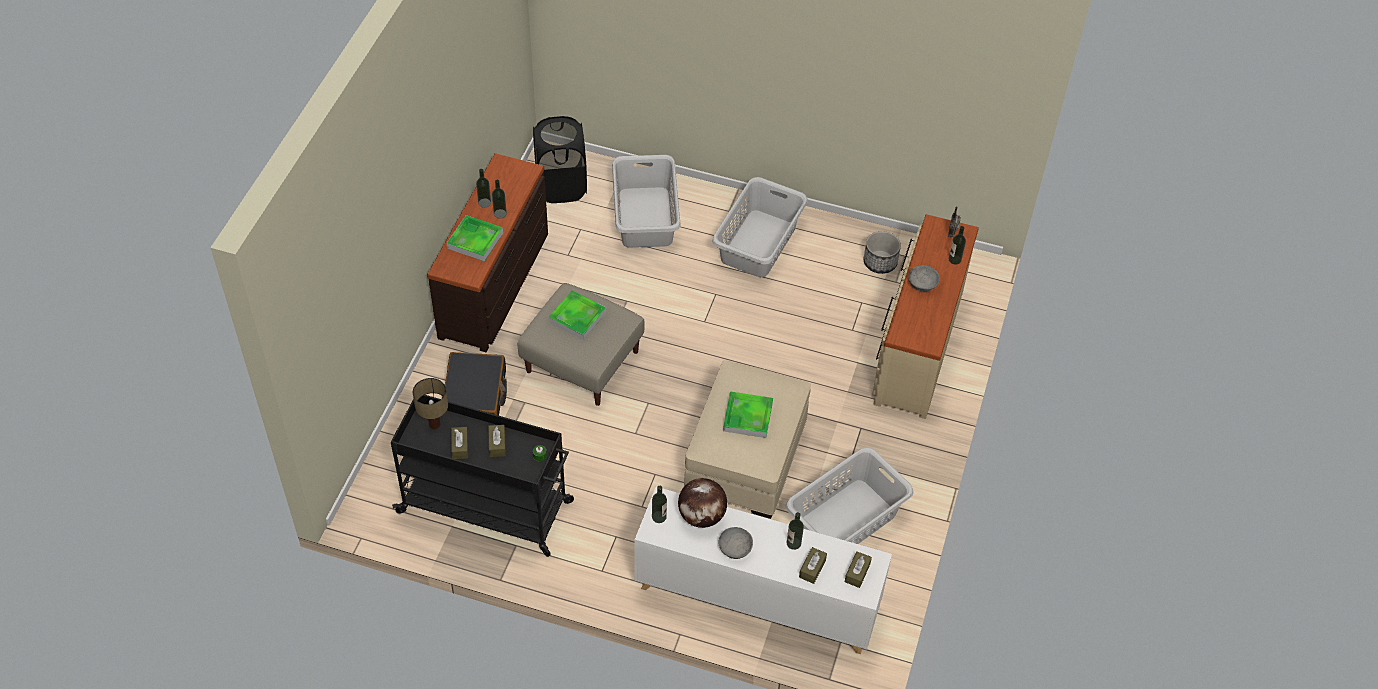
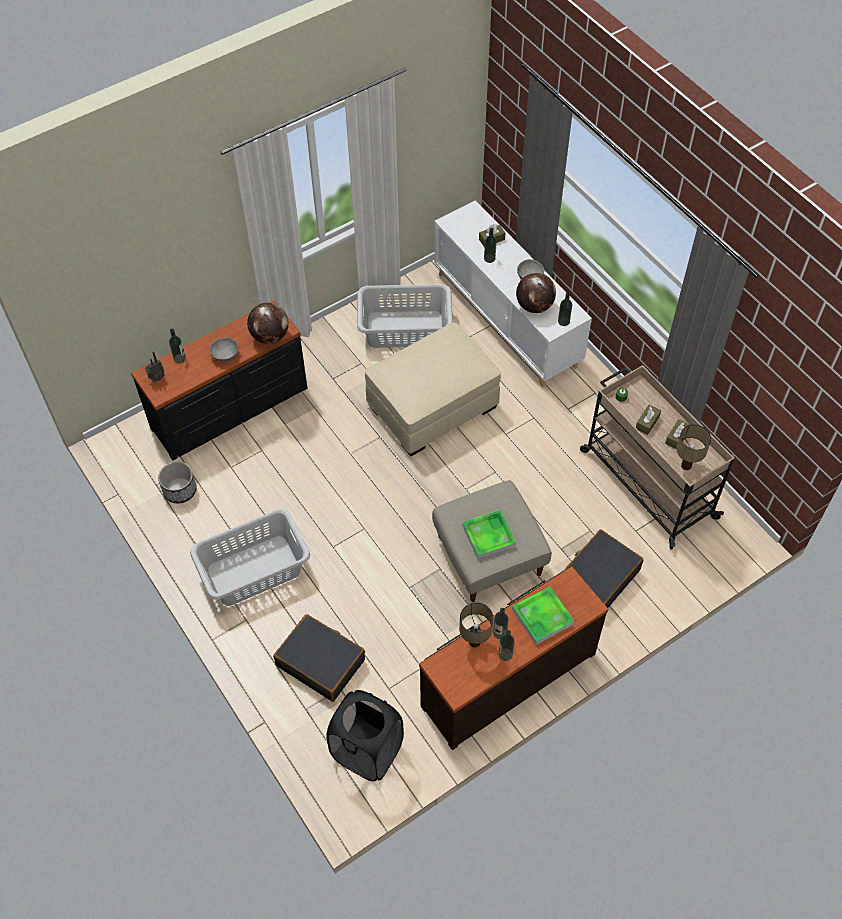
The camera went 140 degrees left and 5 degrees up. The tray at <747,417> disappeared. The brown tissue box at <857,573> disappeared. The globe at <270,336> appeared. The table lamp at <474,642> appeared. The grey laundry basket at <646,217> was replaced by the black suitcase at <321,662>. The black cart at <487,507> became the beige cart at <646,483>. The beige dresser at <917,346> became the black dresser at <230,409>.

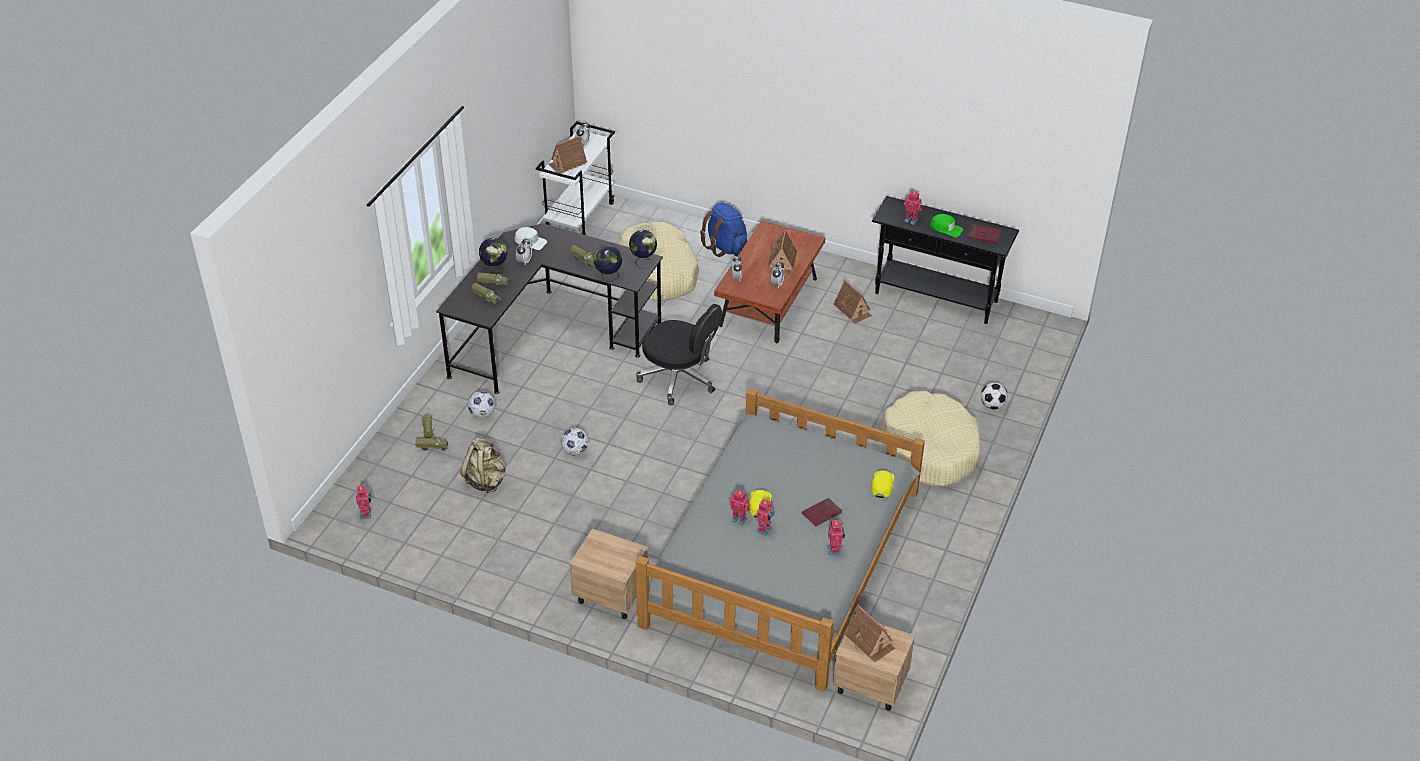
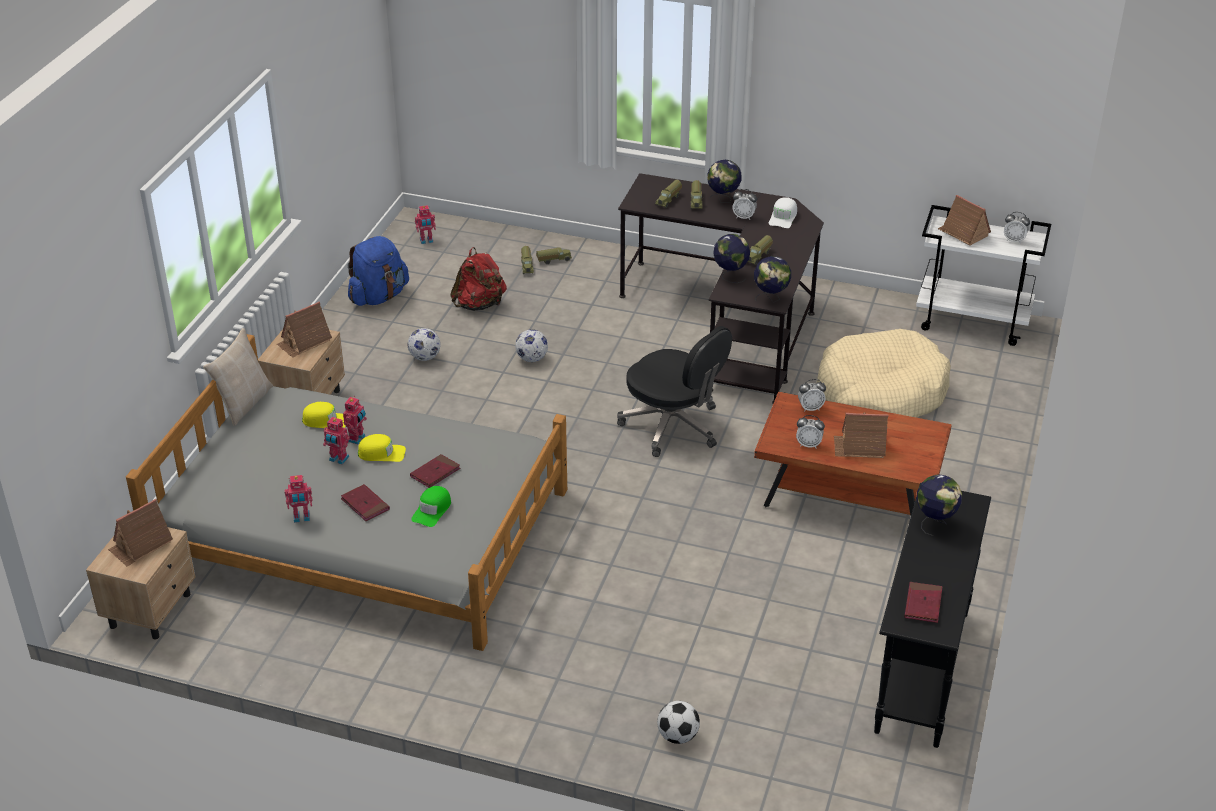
The camera went 85 degrees right and 5 degrees down. The beige dog bed at <930,449> disappeared. The beige pillow at <244,403> appeared. The red book at <435,473> appeared. The football moved from <482,414> to <425,357>. The blue backpack moved from <725,247> to <379,296>. The toy house moved from <853,310> to <304,342>. The yellow cap moved from <882,484> to <325,421>. The green cap moved from <946,228> to <432,510>. The toy robot at <911,220> was replaced by the globe at <935,523>. The beige backpack at <486,480> became the red backpack at <479,305>. The black office chair at <679,378> turned 75 degrees counterclockwise.

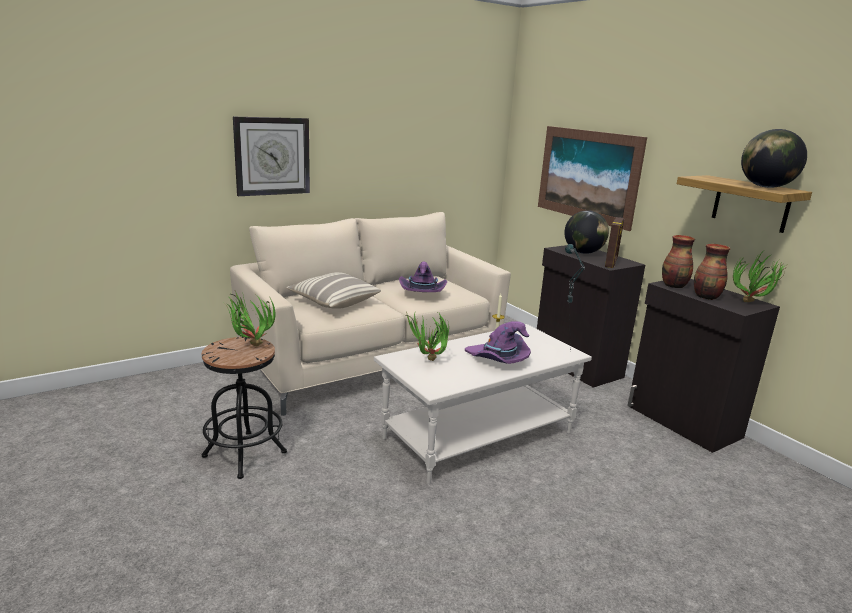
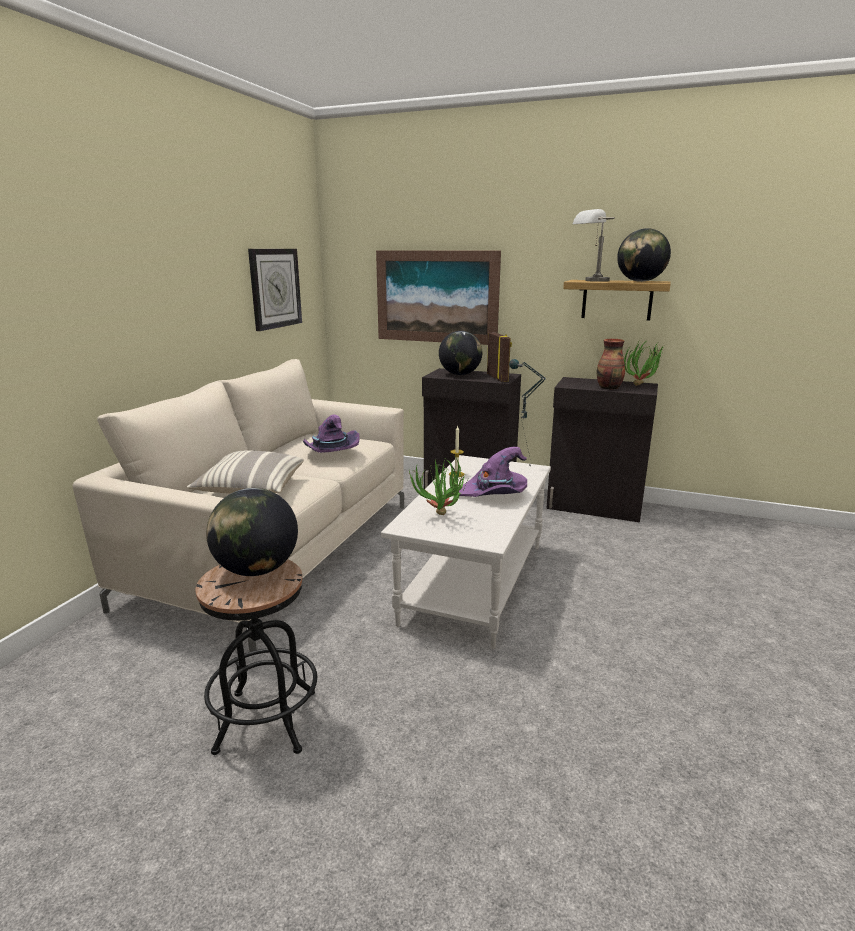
The camera went 35 degrees left and 0 degrees up. The vase at <674,286> disappeared. The grey table lamp at <590,281> appeared. The wall clock moved from <272,156> to <275,288>. The potted plant at <250,346> was replaced by the globe at <257,570>.

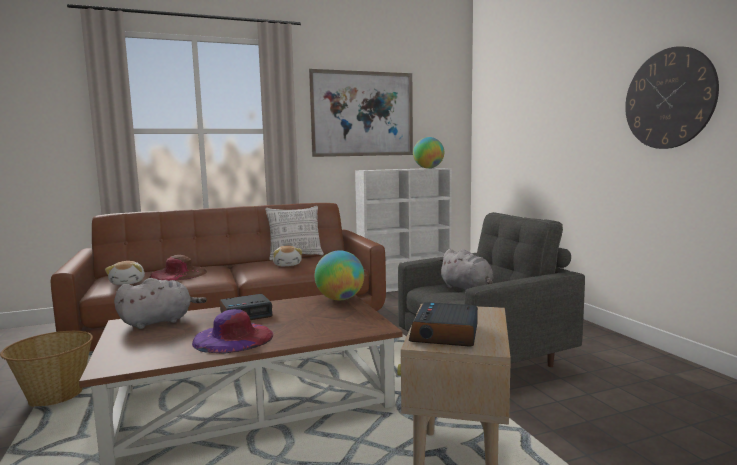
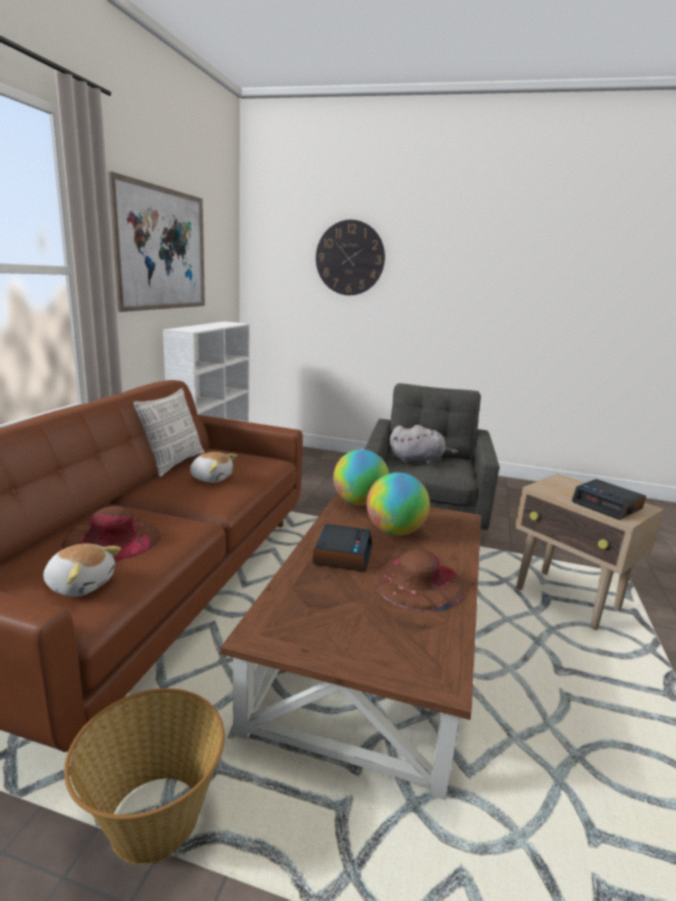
The camera went 55 degrees left and 10 degrees up. The grey plush toy at <159,321> disappeared. The globe moved from <428,168> to <394,531>. The wall clock moved from <669,99> to <350,258>. The purple hat at <233,338> became the brown hat at <418,582>.

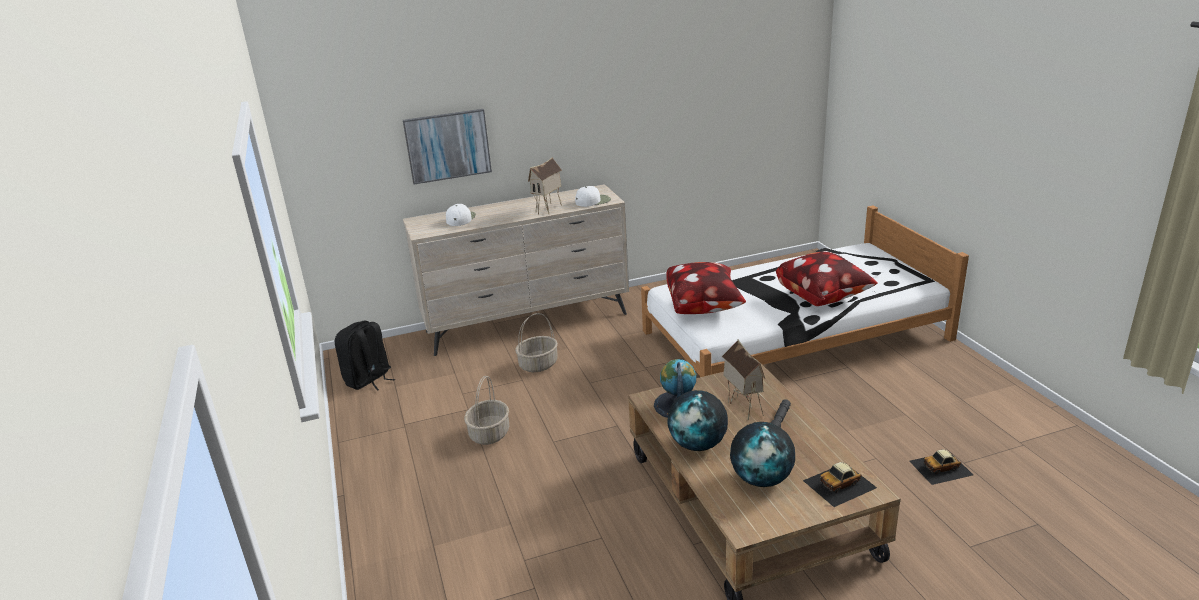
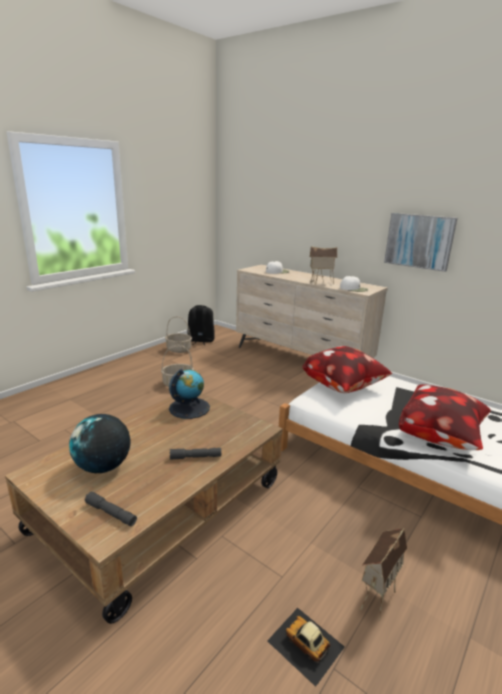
The camera went 55 degrees right and 5 degrees down. The globe at <698,445> disappeared. The picture moved from <447,146> to <419,241>. The basket moved from <538,365> to <178,349>. The toy house moved from <742,407> to <376,595>. The toy car at <840,484> was replaced by the grey flashlight at <111,513>.

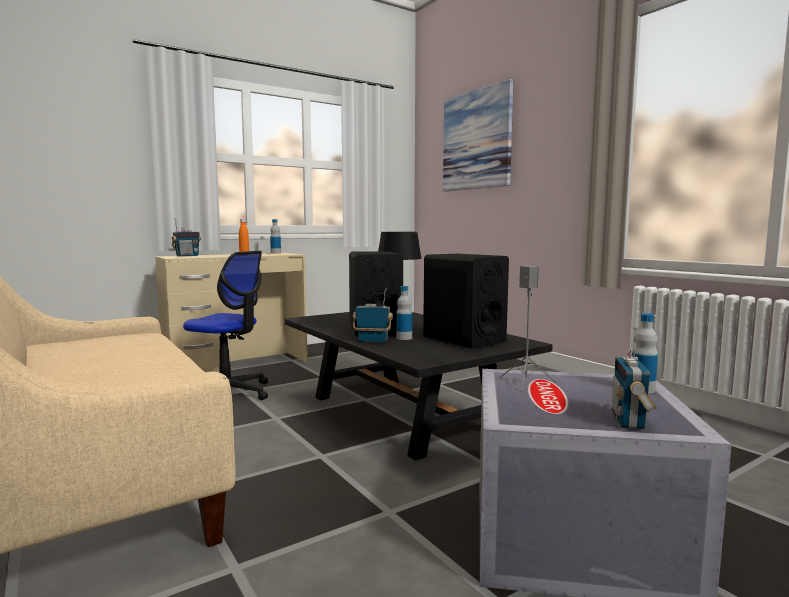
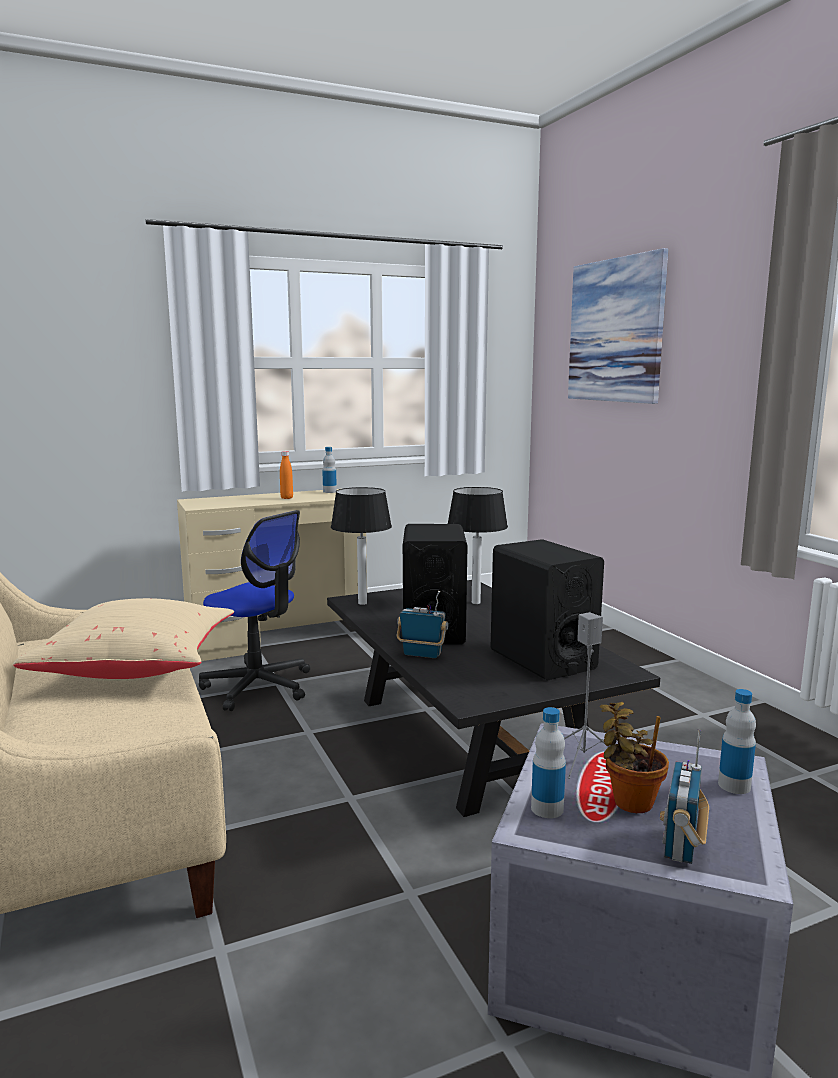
The camera went 10 degrees right and 5 degrees up. The radio at <187,256> disappeared. The beige pillow at <138,667> appeared. The table lamp at <362,603> appeared. The potted plant at <629,800> appeared. The bottle moved from <404,338> to <547,808>.

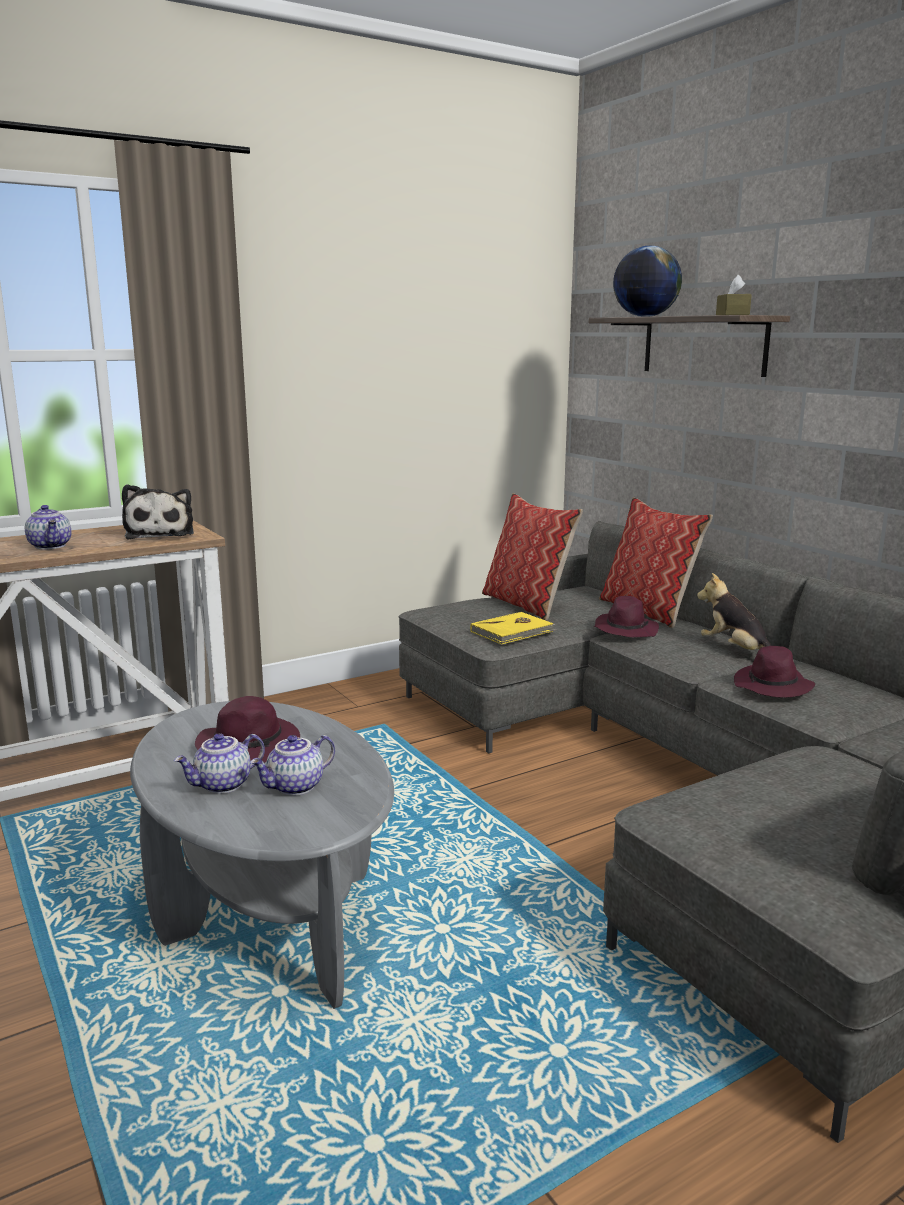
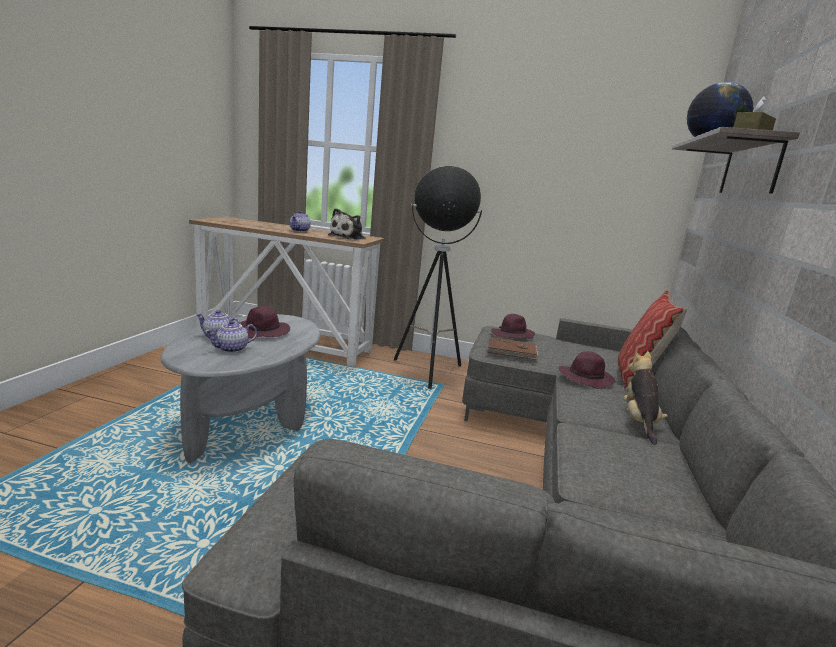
The camera went 45 degrees right and 0 degrees up. The pillow at <527,604> disappeared. The floor lamp at <428,372> appeared. The purple hat moved from <773,687> to <512,336>. The yellow book at <513,632> became the brown book at <512,351>. The teapot at <295,787> turned 45 degrees counterclockwise.

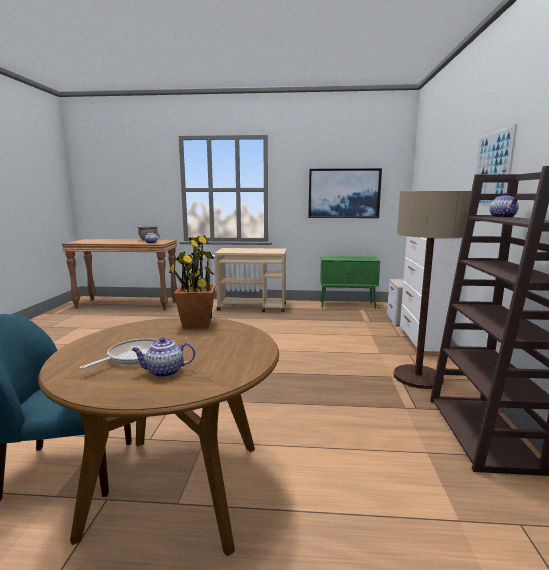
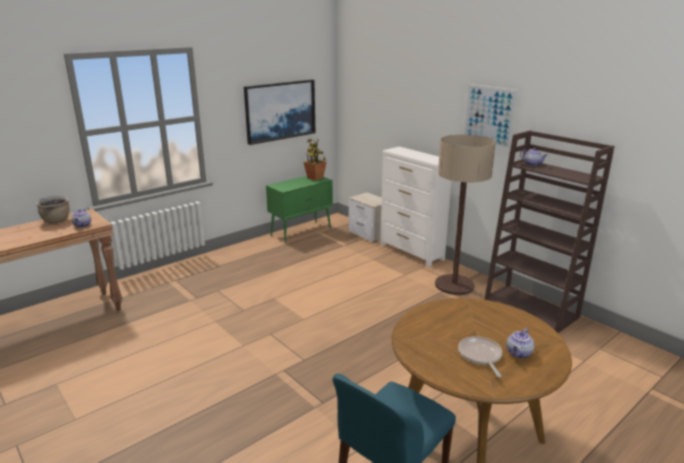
The camera went 45 degrees left and 10 degrees up. The beige cart at <253,307> disappeared. The potted plant moved from <197,324> to <315,178>.

